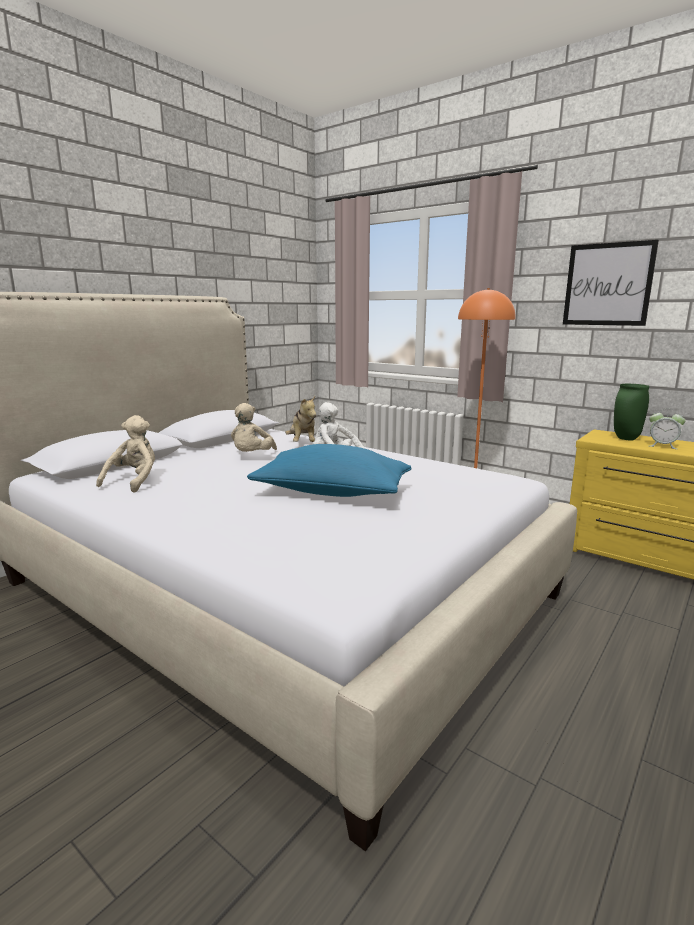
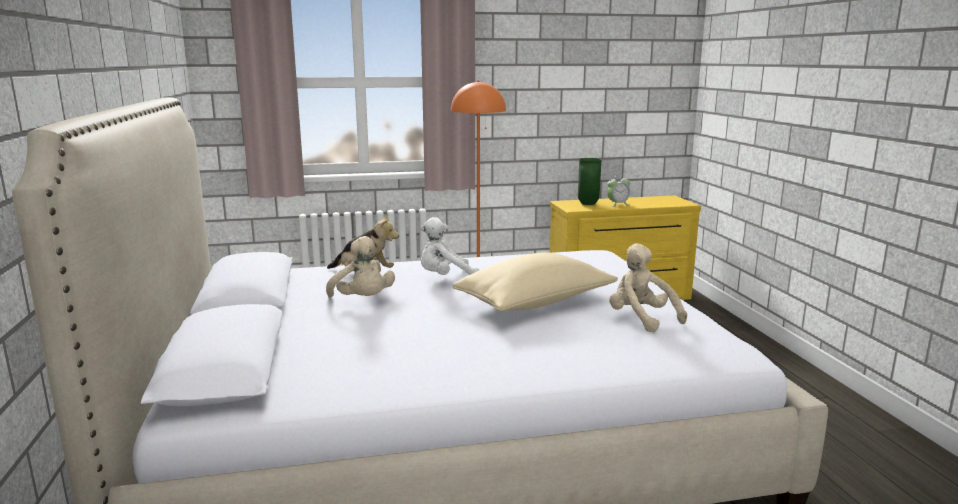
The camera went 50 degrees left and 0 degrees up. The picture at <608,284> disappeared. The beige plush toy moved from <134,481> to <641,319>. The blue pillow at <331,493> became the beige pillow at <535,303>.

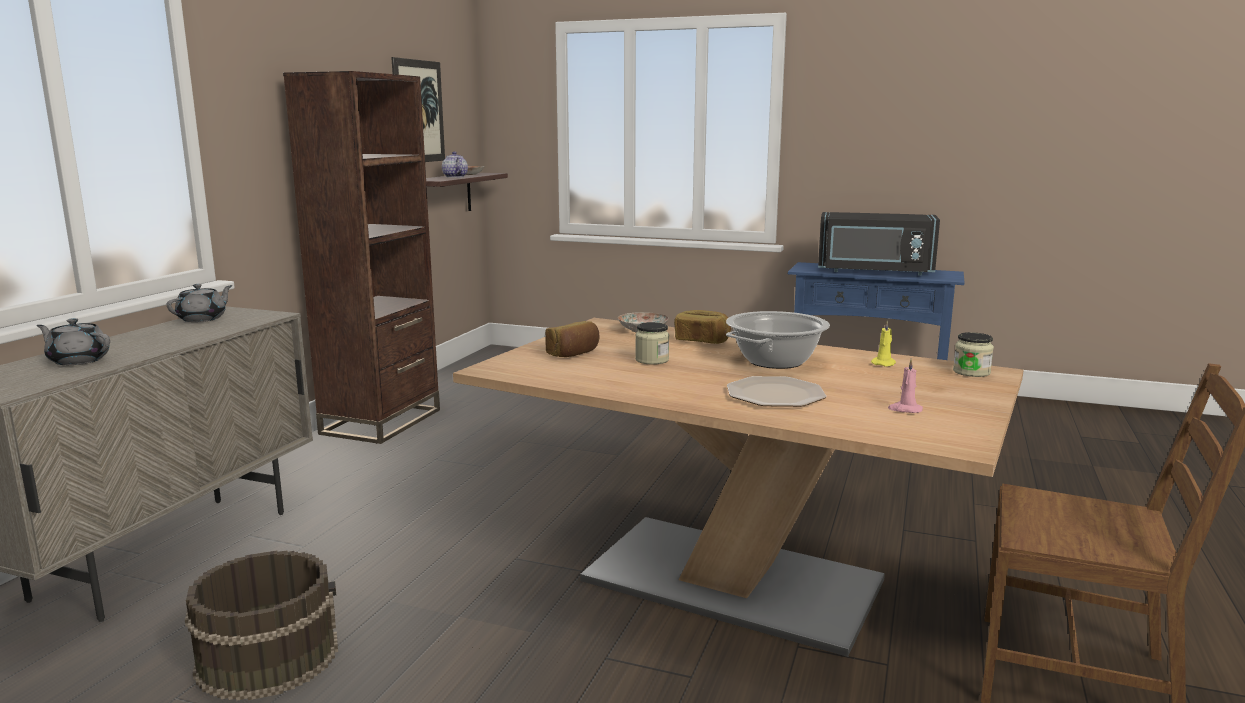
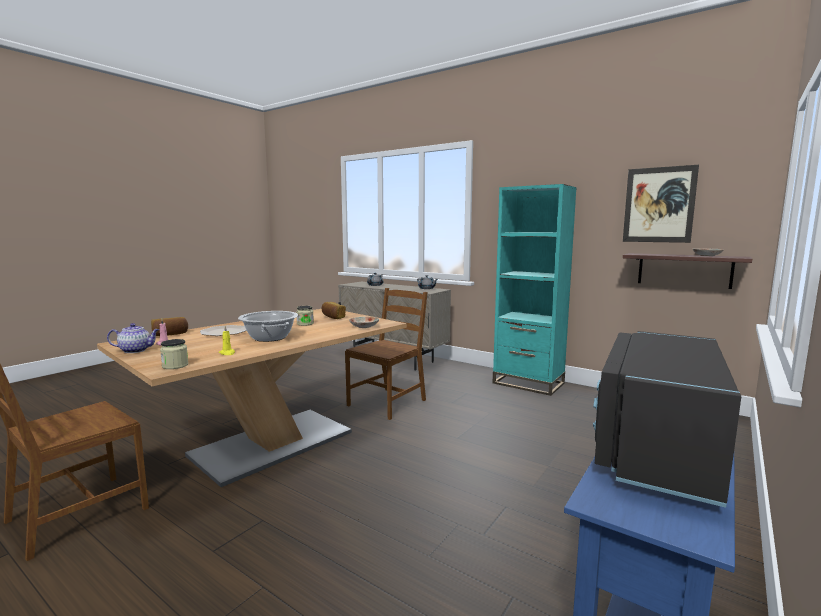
The camera went 105 degrees right and 5 degrees down. The brown bucket at <268,656> disappeared. The brown chair at <387,402> appeared. The teapot moved from <454,177> to <136,350>. The bread moved from <702,341> to <170,334>. The brown bookcase at <382,422> became the turquoise bookcase at <528,383>.

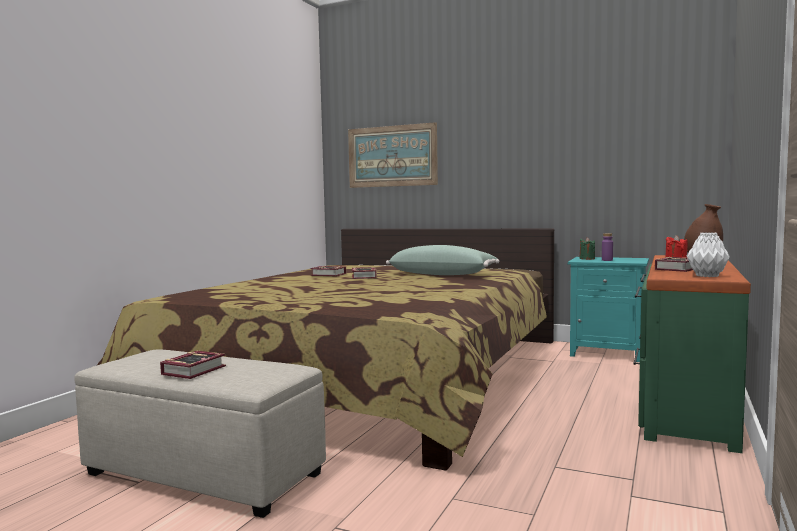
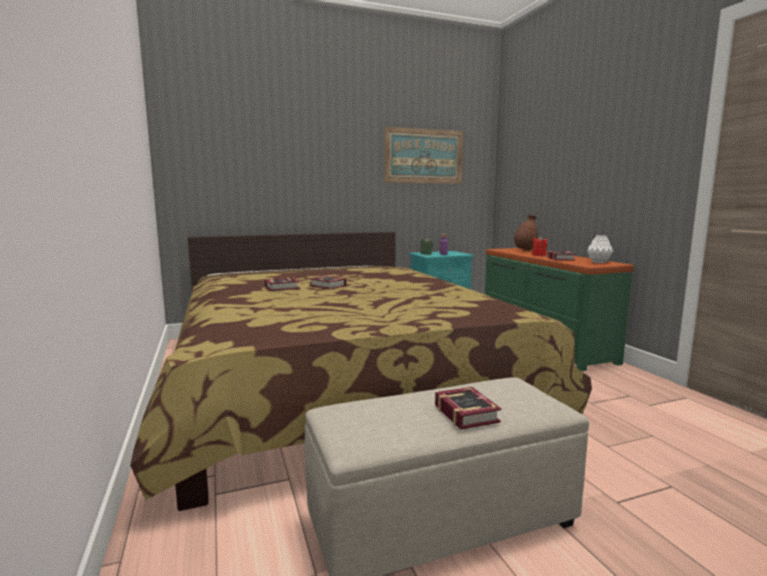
The camera went 45 degrees left and 5 degrees up. The green pillow at <443,274> disappeared. The picture moved from <392,156> to <424,156>.

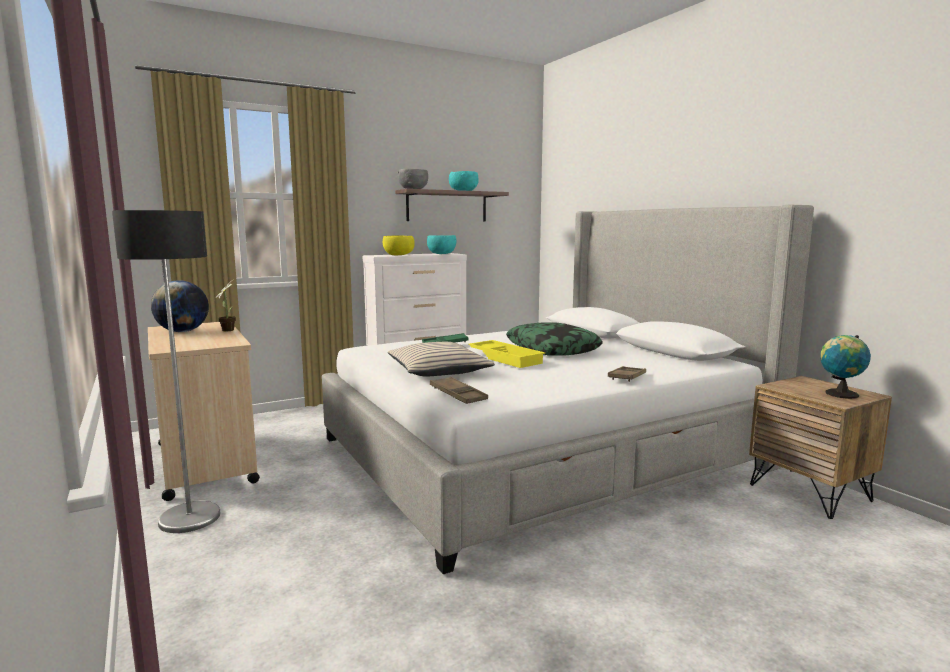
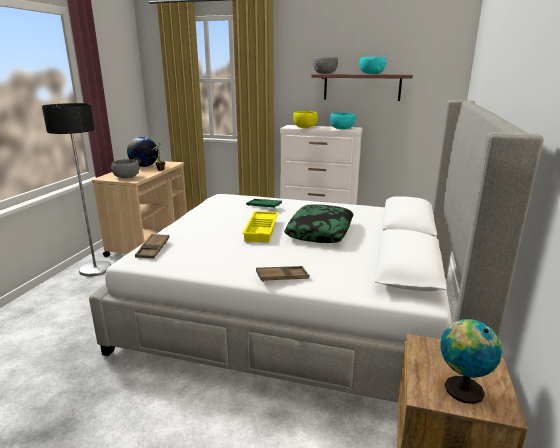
The camera went 45 degrees right and 10 degrees up. The beige pillow at <438,370> disappeared. The grey bowl at <126,177> appeared.

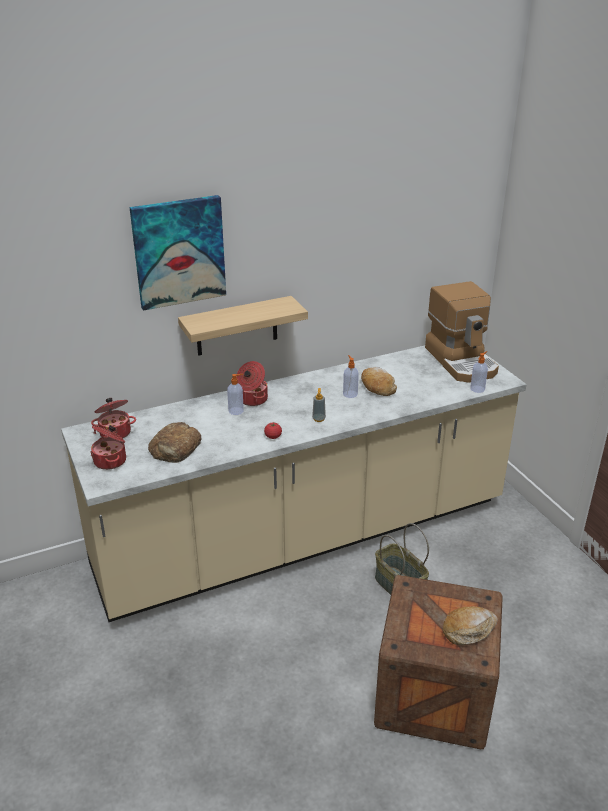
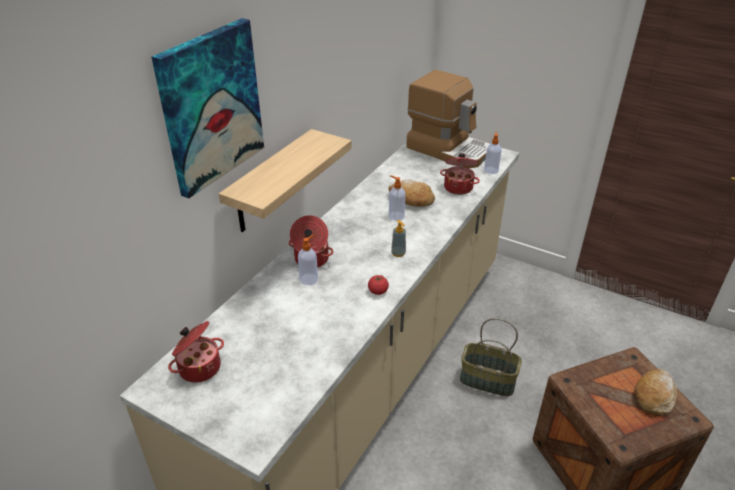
The camera went 35 degrees left and 5 degrees up. The bread at <175,448> disappeared. The cooking pot moved from <111,460> to <458,187>.

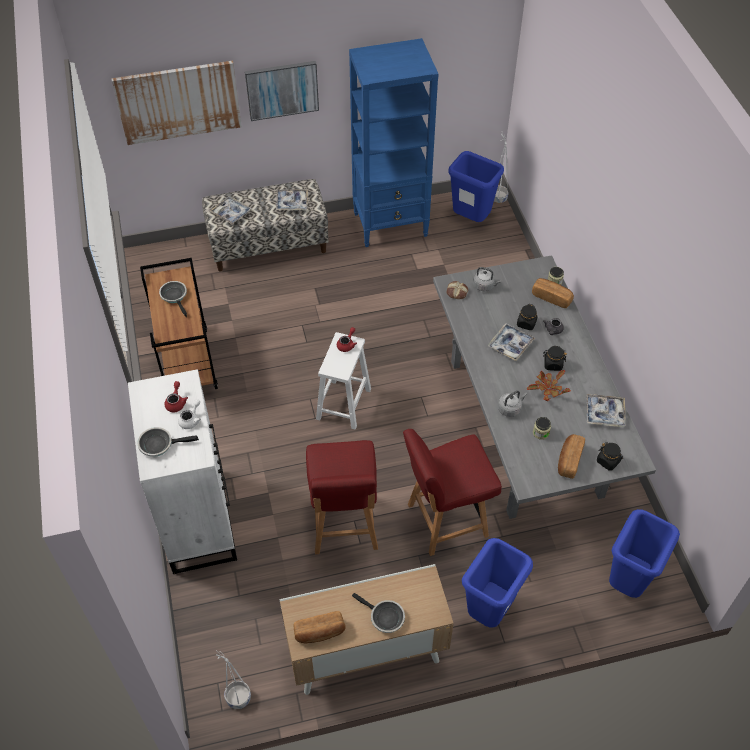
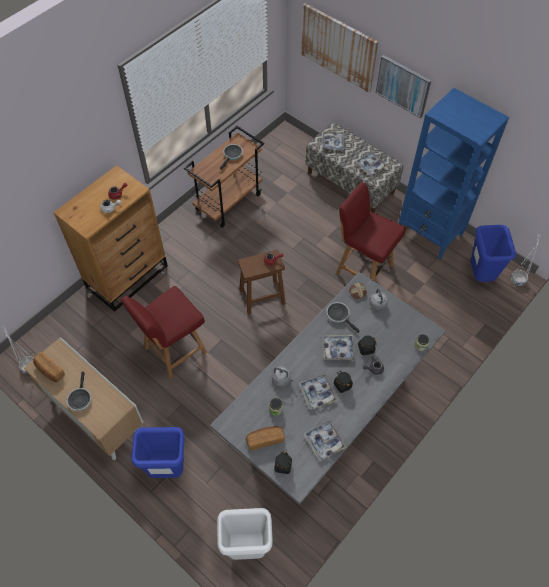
The camera went 55 degrees right and 5 degrees up. The bread at <552,297> disappeared. The frying pan moved from <159,444> to <339,316>. The red chair moved from <445,520> to <363,268>. The potted plant at <547,389> was replaced by the tray at <317,393>. The white dresser at <198,519> became the brown dresser at <127,276>. The white stool at <344,403> became the brown stool at <263,296>. The blue trash can at <627,582> became the white trash can at <247,547>.

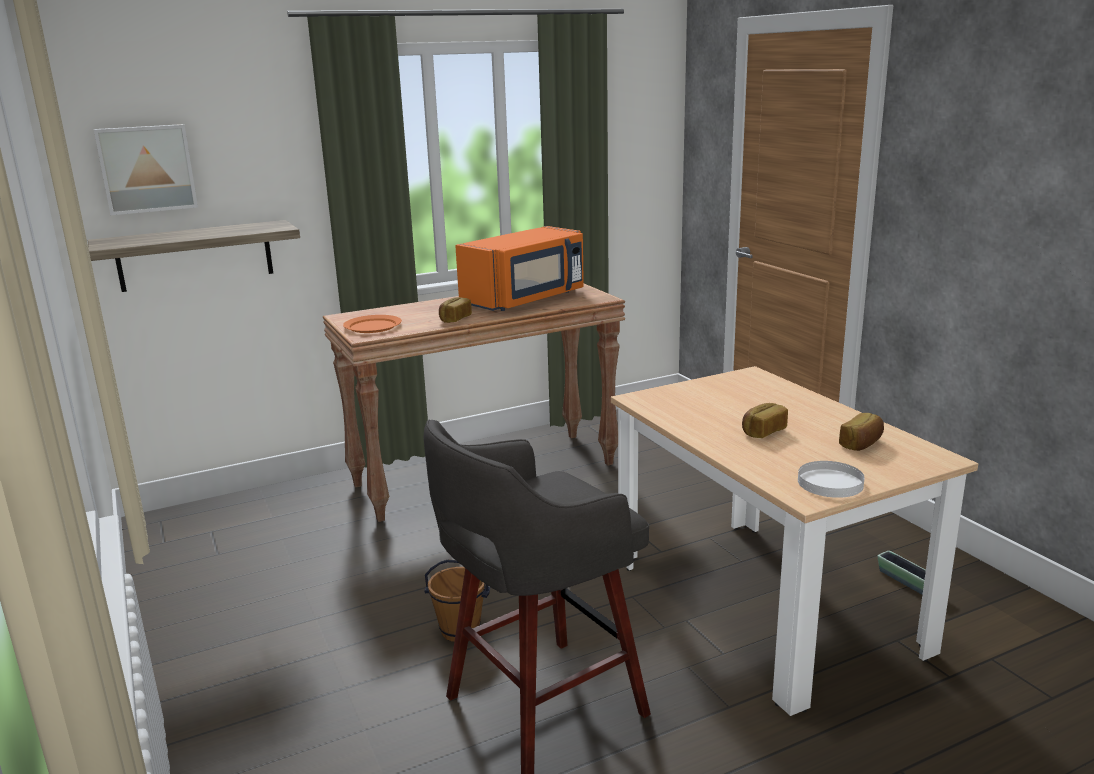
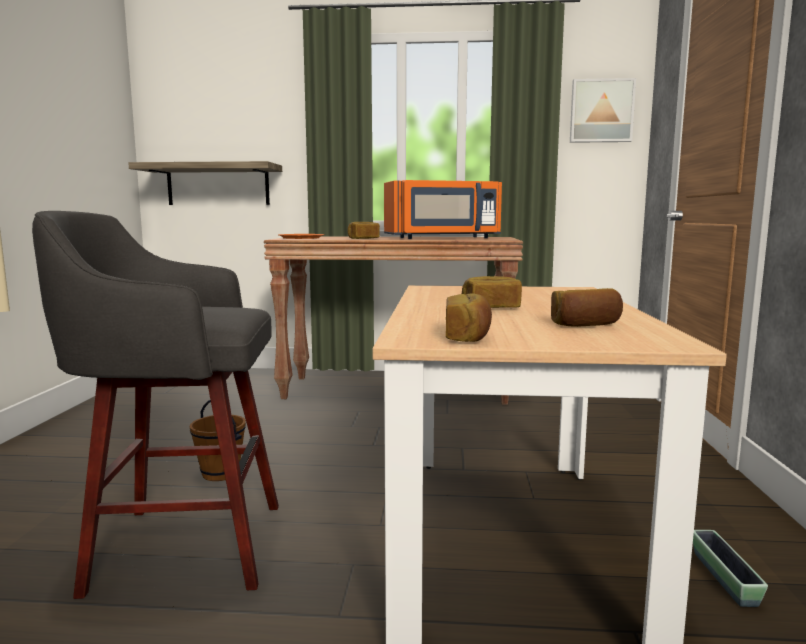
The camera went 30 degrees right and 10 degrees down. The picture moved from <147,169> to <601,111>. The white plate at <830,483> was replaced by the bread at <468,336>.

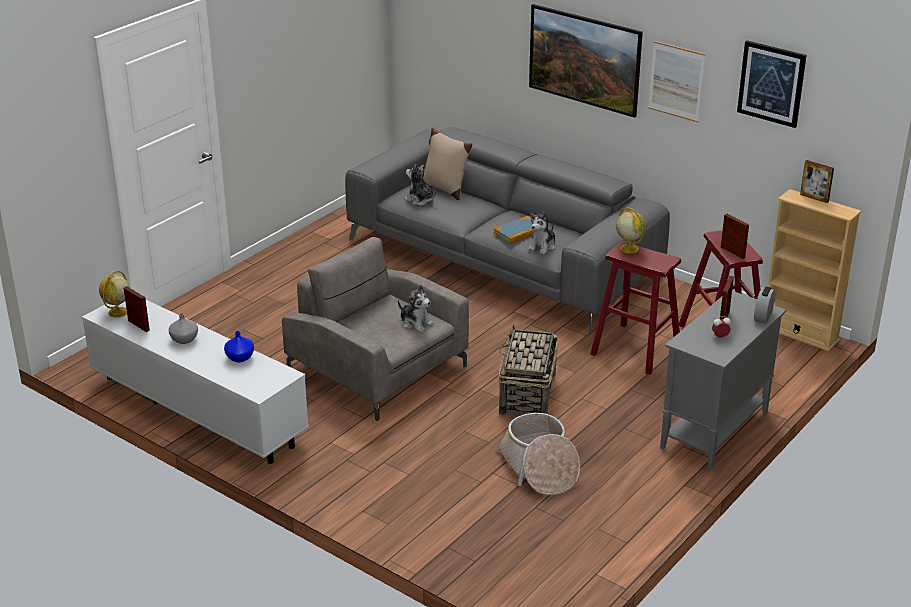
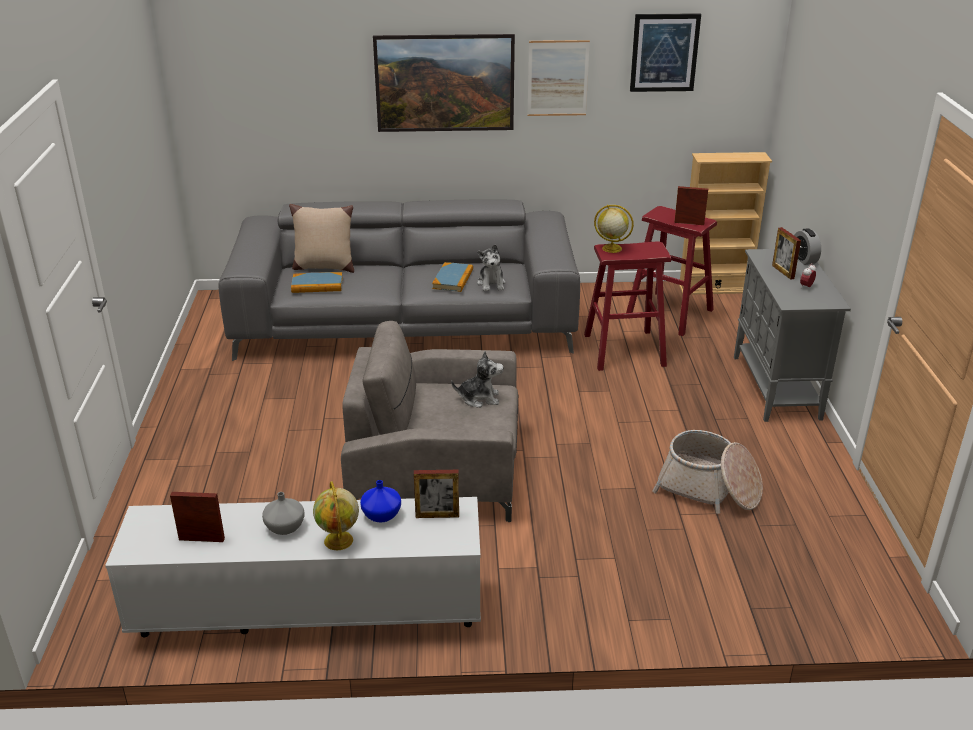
The camera went 40 degrees left and 0 degrees up. The basket at <527,395> disappeared. The globe moved from <118,312> to <339,541>. The picture frame moved from <814,198> to <437,515>. The plush toy at <420,200> was replaced by the book at <317,285>.

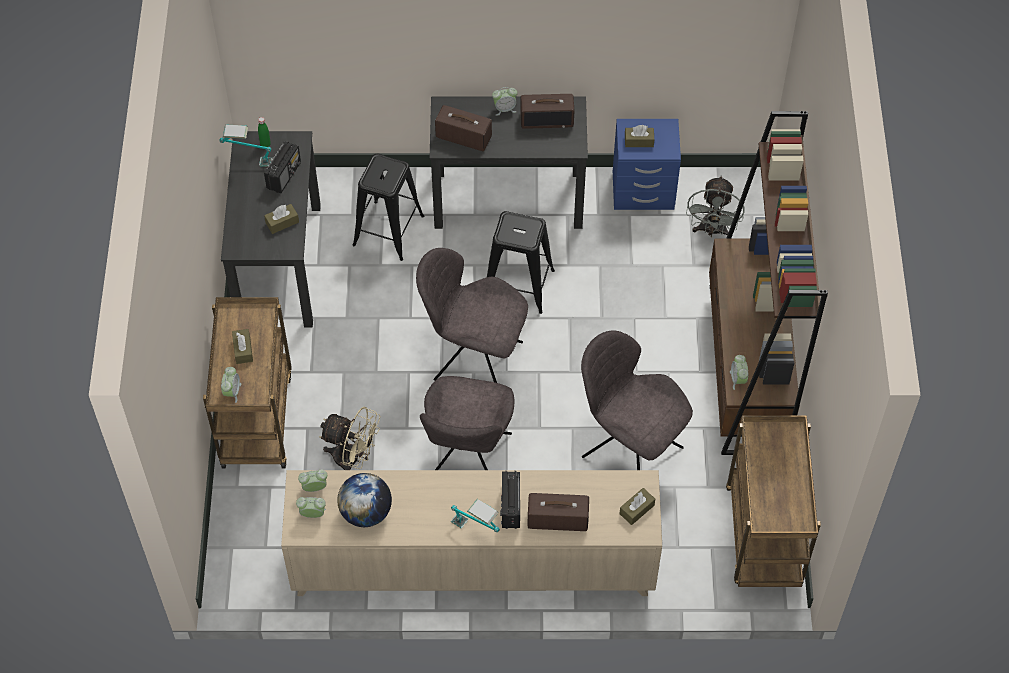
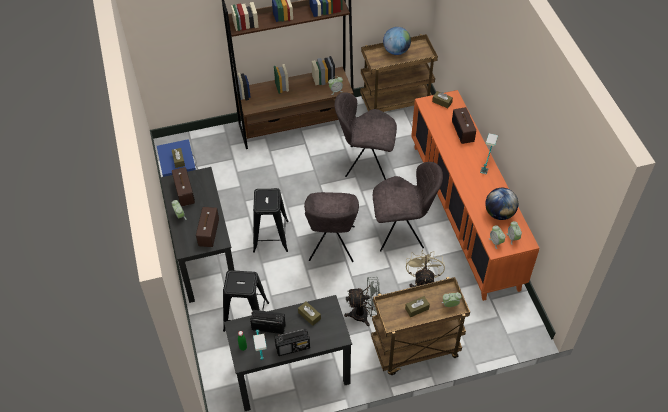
The camera went 105 degrees left and 5 degrees down. The globe at <396,51> appeared. The radio moved from <510,507> to <293,347>. The grey fan moved from <712,231> to <364,314>. The beige cabinet at <473,566> became the orange cabinet at <464,214>. The grey chair at <629,450> turned 75 degrees clockwise.

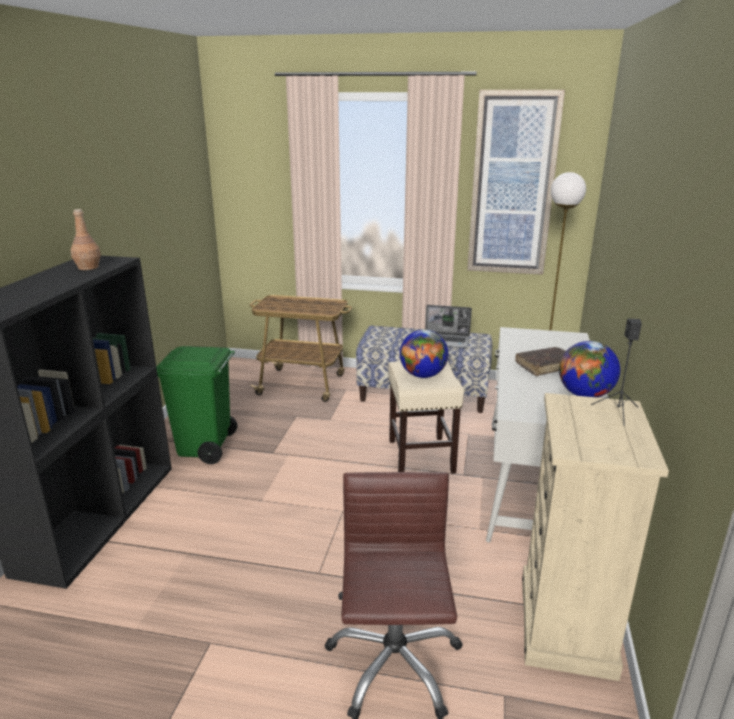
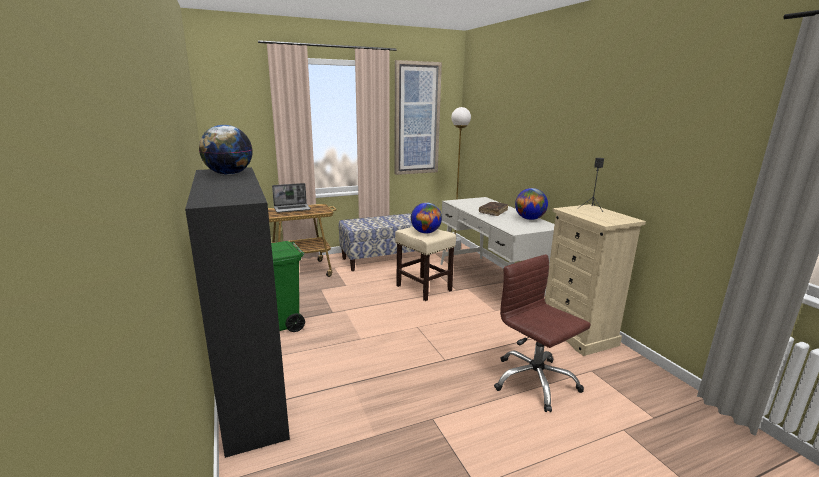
The camera went 35 degrees left and 5 degrees down. The laptop moved from <446,341> to <292,209>. The brown bottle at <88,267> was replaced by the globe at <228,174>.

